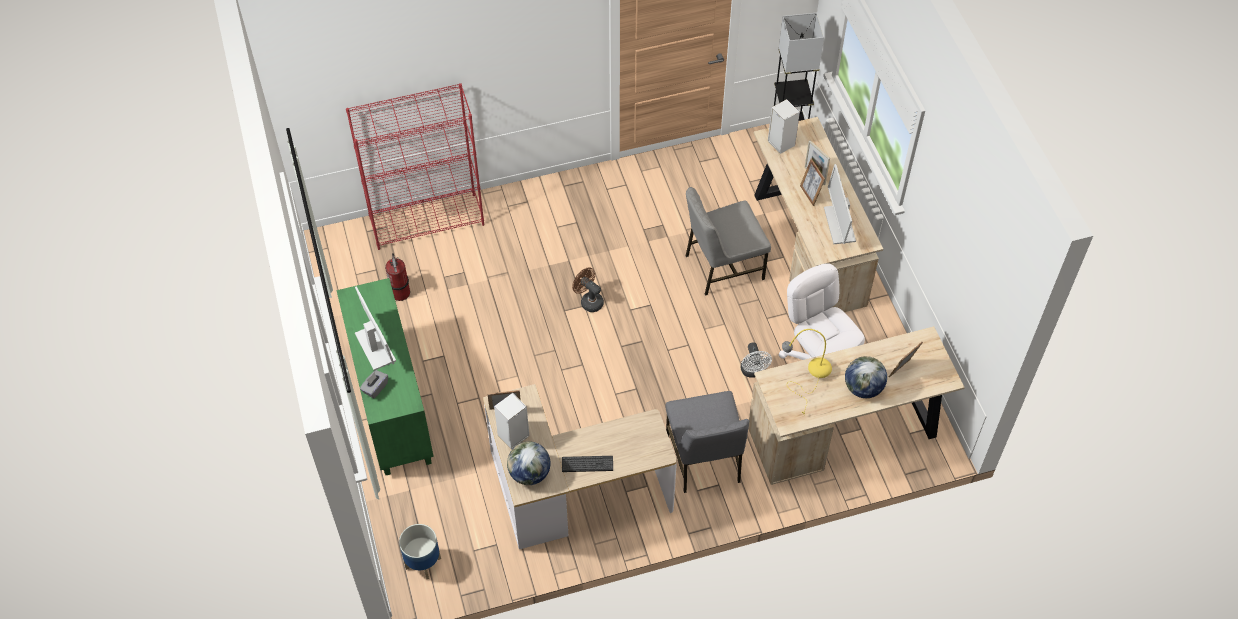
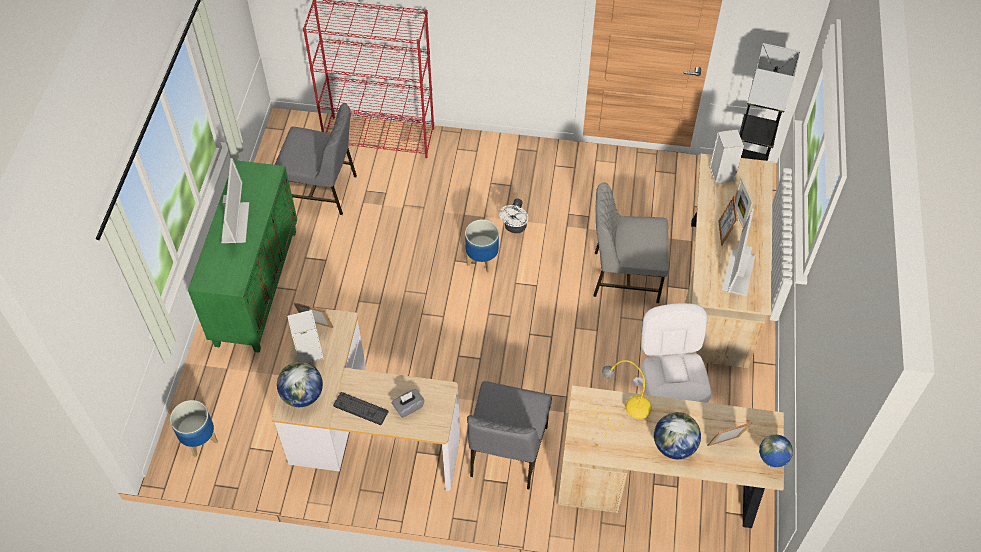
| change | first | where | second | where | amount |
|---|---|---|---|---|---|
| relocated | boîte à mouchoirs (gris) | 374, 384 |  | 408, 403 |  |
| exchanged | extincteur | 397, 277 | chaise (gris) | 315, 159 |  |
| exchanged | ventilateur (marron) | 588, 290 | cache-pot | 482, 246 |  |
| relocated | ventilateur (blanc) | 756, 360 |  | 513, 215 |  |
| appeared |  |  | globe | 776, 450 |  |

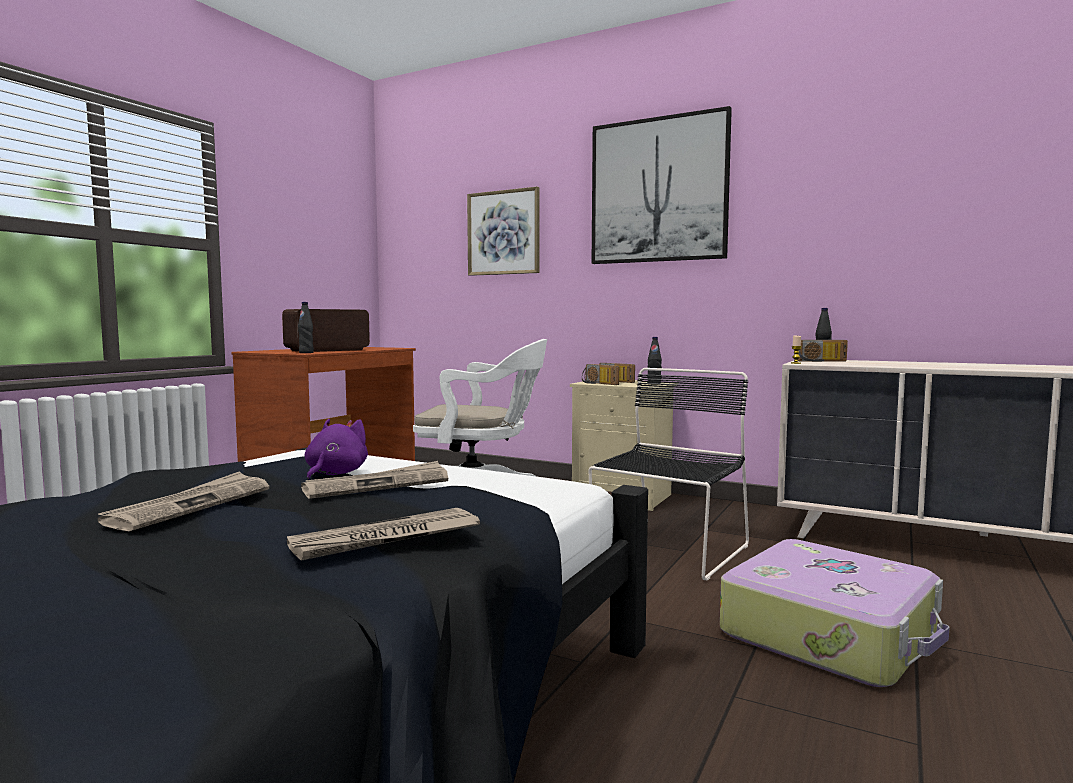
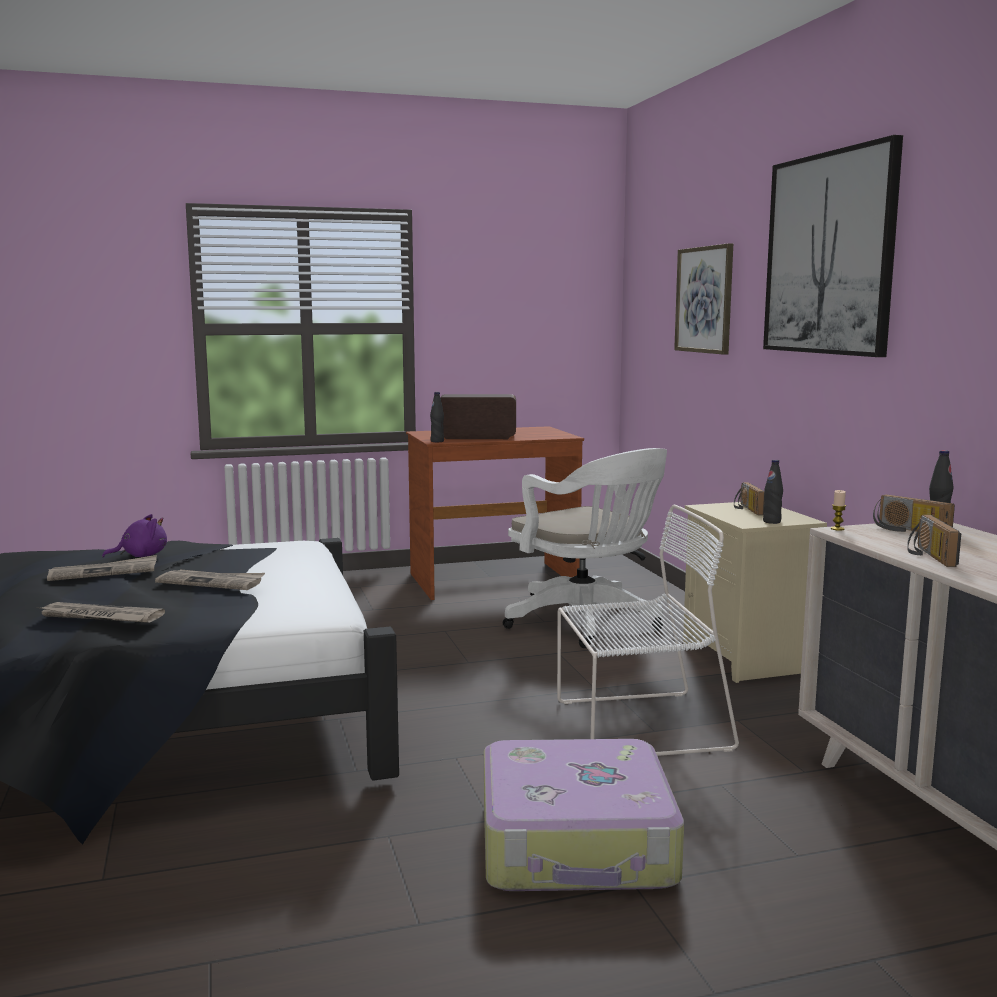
| change | first | where | second | where | amount |
|---|---|---|---|---|---|
| relocated | peluche (violet) | 336, 449 |  | 134, 536 |  |
| relocated | radio | 600, 374 |  | 934, 541 |  |
| colour | chaise (noir) | 669, 474 | chaise (blanc) | 648, 630 |  |

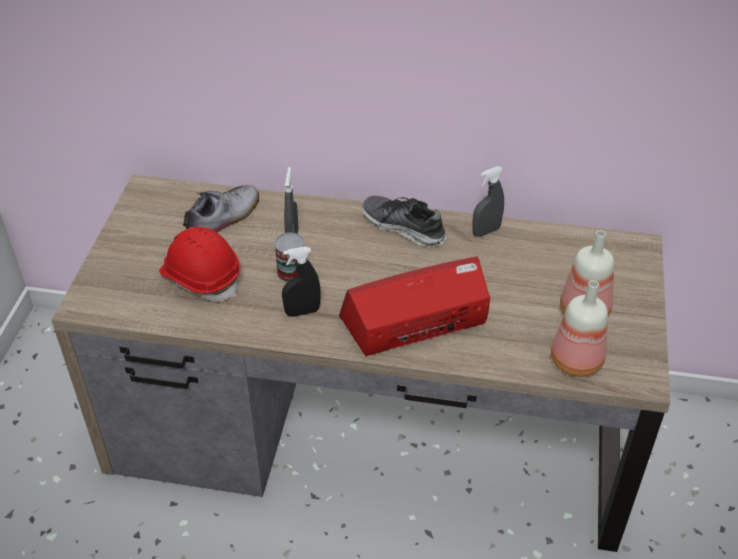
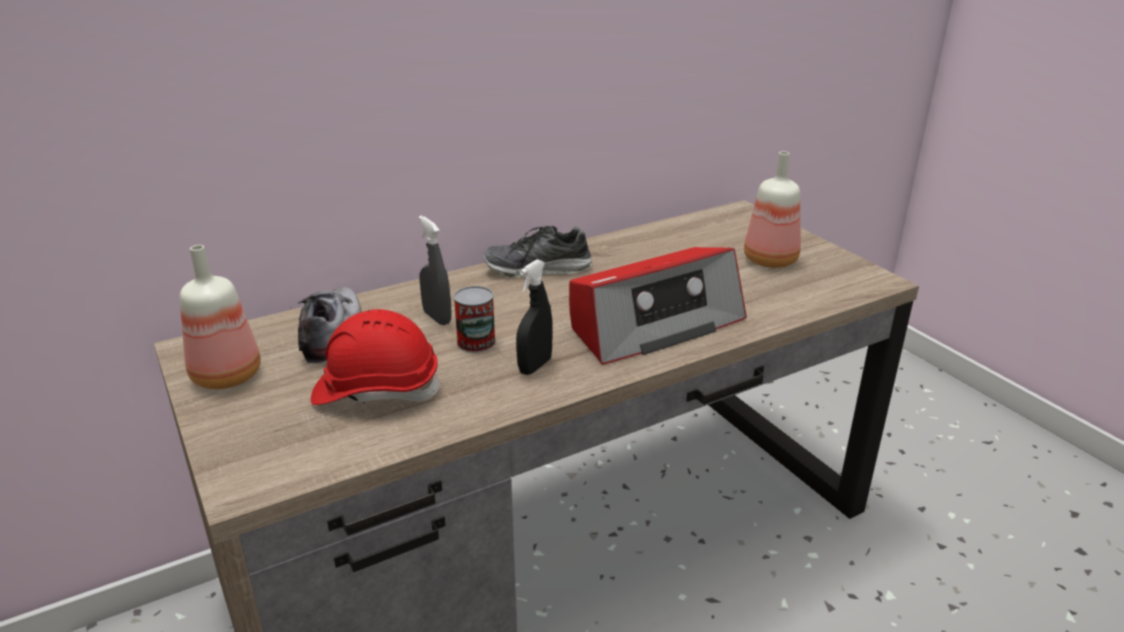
| change | first | where | second | where | amount |
|---|---|---|---|---|---|
| spun | radio | 414, 306 |  | 658, 306 | 150 degrees counterclockwise |
| missing | vaporisateur (gris) | 488, 201 |  |  |  |
| relocated | bouteille | 579, 328 |  | 220, 317 |  |

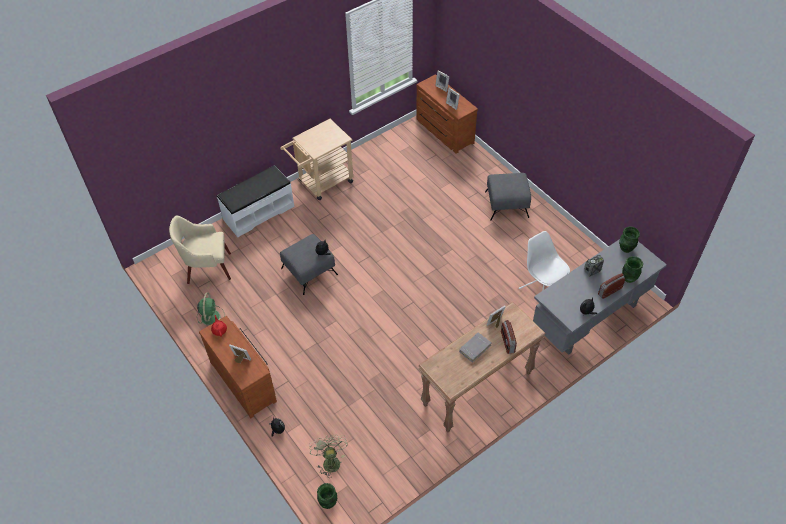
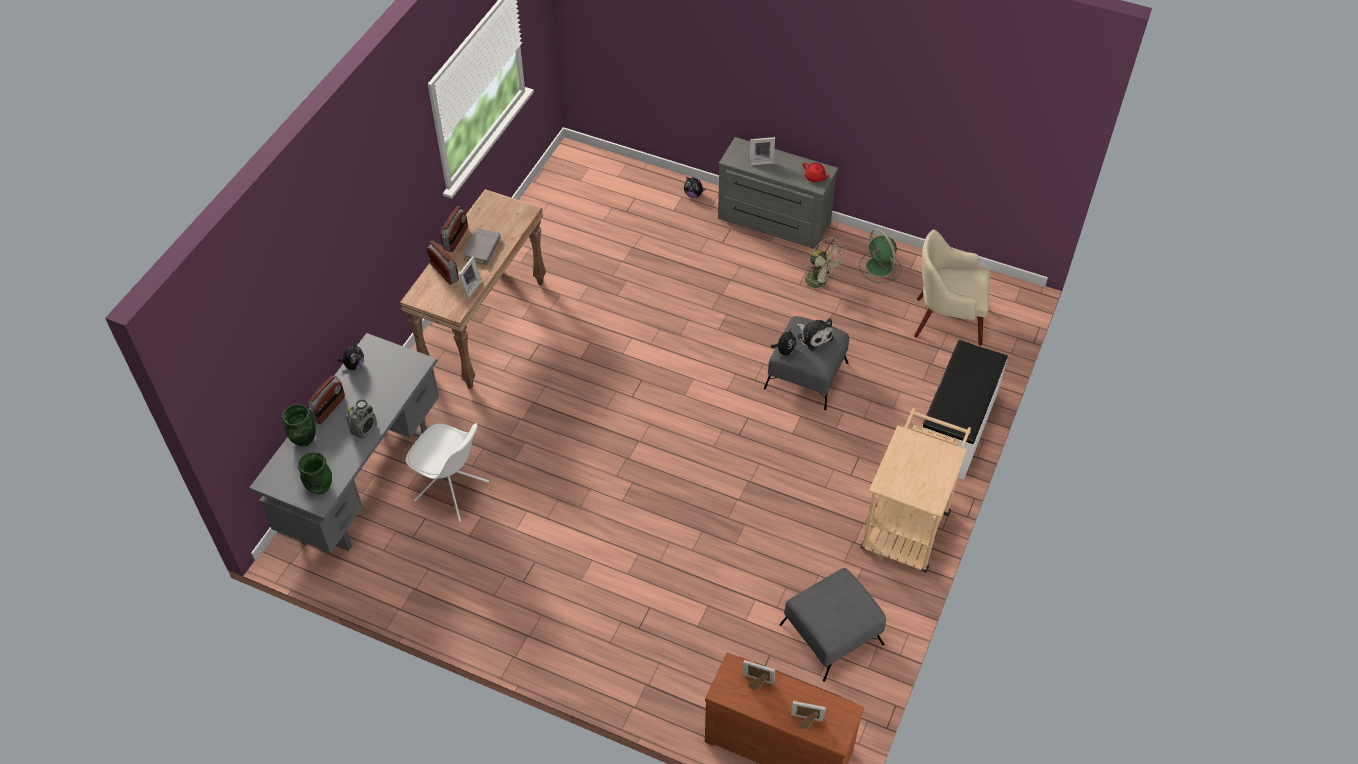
| change | first | where | second | where | amount |
|---|---|---|---|---|---|
| spun | fauteuil (beige) | 200, 249 |  | 952, 287 | 135 degrees counterclockwise |
| colour | commode (marron) | 238, 367 | commode (gris) | 778, 193 |  |
| relocated | ventilateur (vert) | 328, 456 |  | 825, 265 |  |
| missing | vase (vert) | 327, 496 |  |  |  |
| relocated | pouf (gris) | 508, 196 |  | 833, 625 |  |
| appeared |  |  | radio | 454, 229 |  |
| appeared |  |  | peluche | 815, 334 |  |

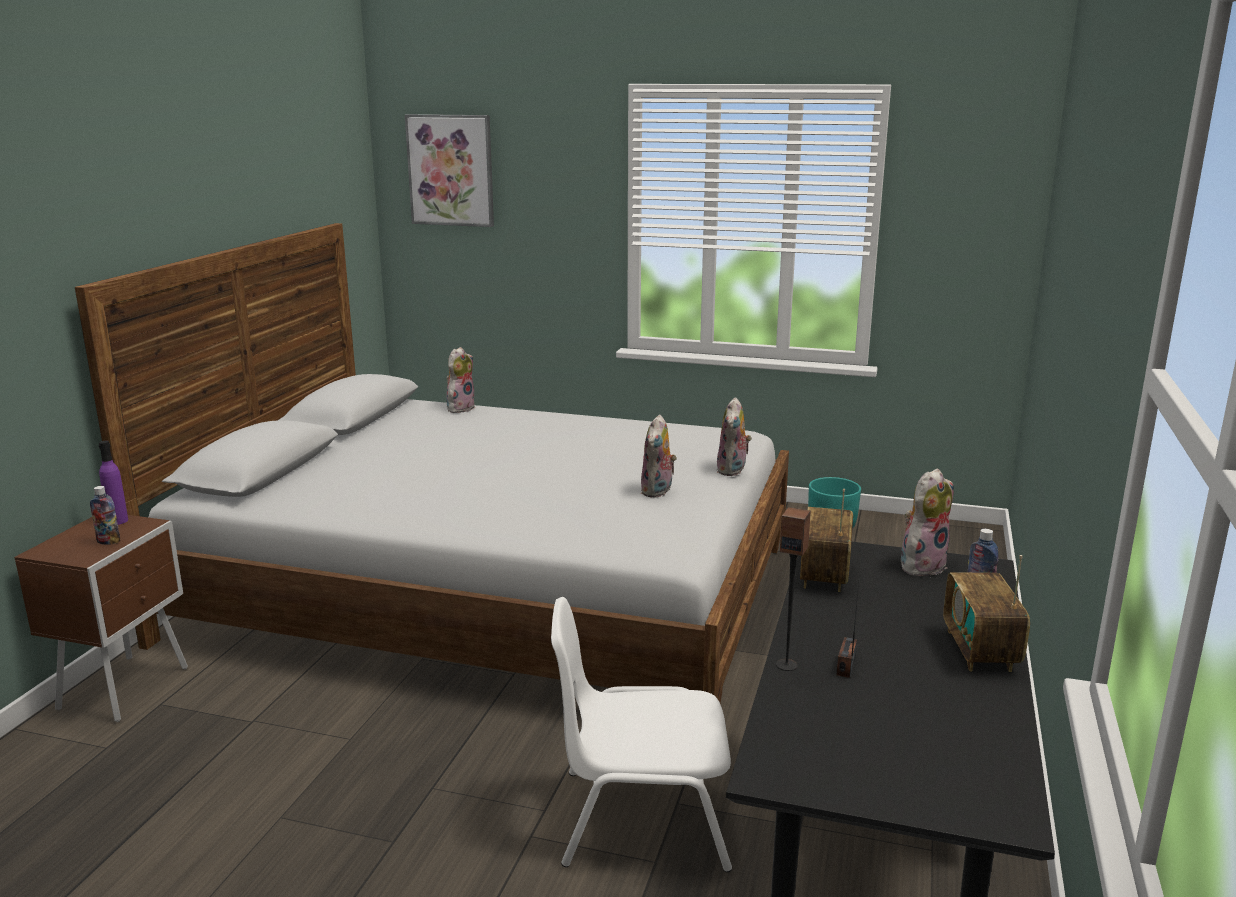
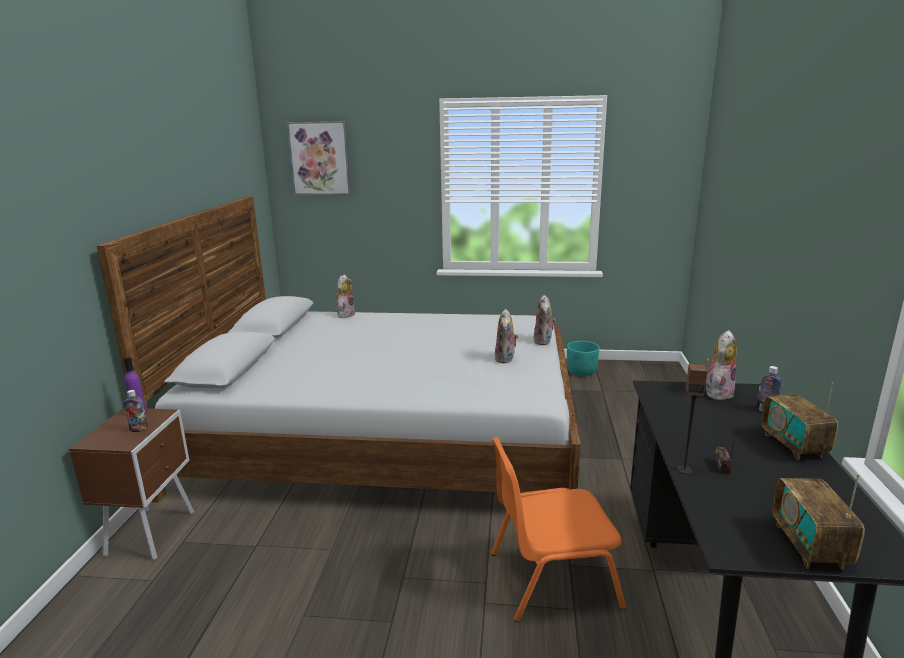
| change | first | where | second | where | amount |
|---|---|---|---|---|---|
| colour | chaise (blanc) | 641, 734 | chaise (orange) | 558, 529 |  |
| relocated | radio | 826, 540 |  | 818, 522 |  |

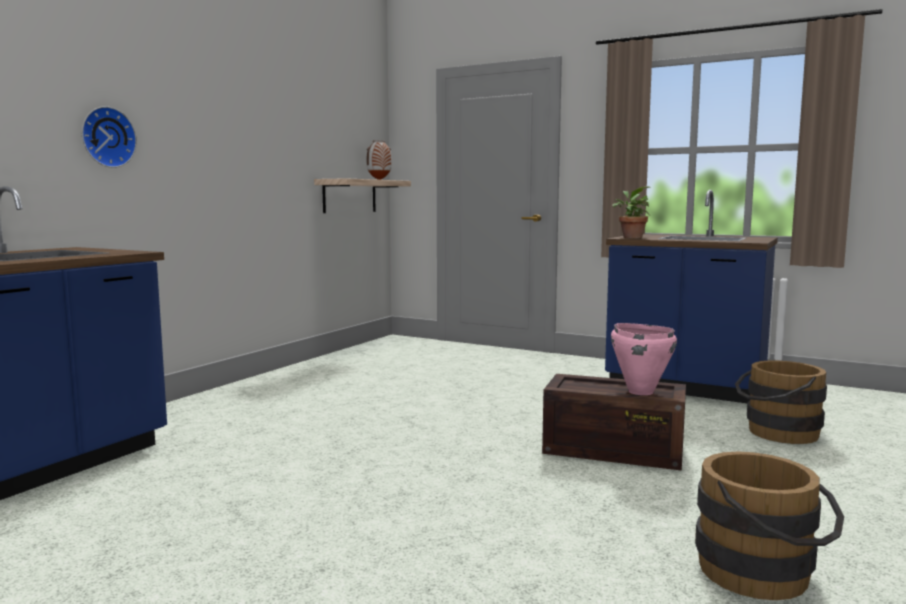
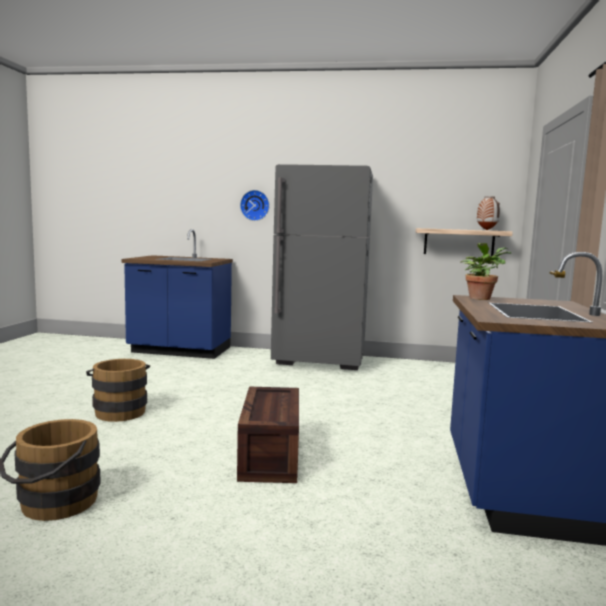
| change | first | where | second | where | amount |
|---|---|---|---|---|---|
| missing | marmite (rose) | 644, 359 |  |  |  |
| relocated | seau (marron) | 781, 402 |  | 118, 390 |  |
| appeared |  |  | réfrigérateur (gris) | 322, 267 |  |

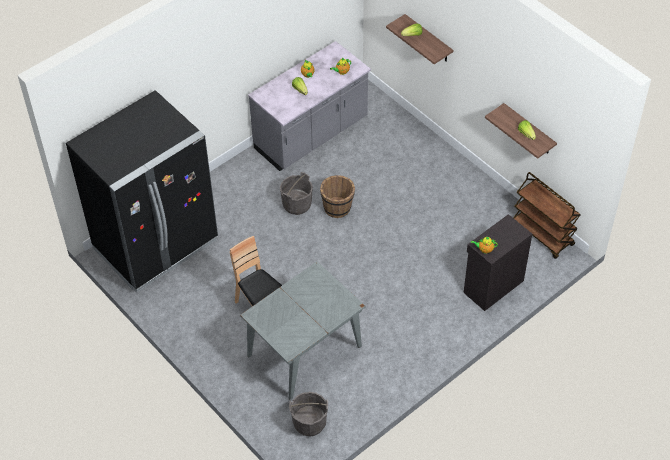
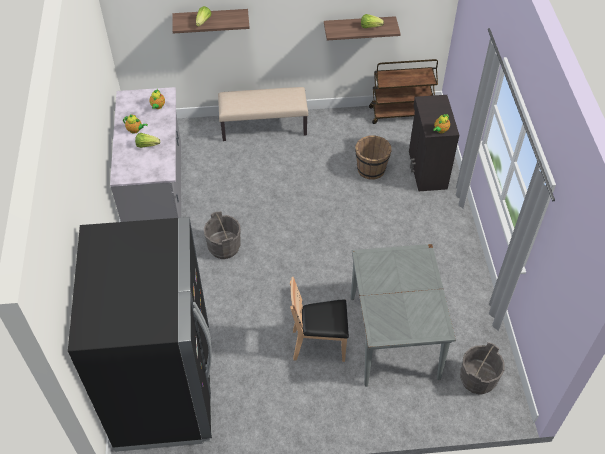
| change | first | where | second | where | amount |
|---|---|---|---|---|---|
| relocated | seau (marron) | 337, 196 |  | 373, 157 |  |
| appeared |  |  | banc (beige) | 263, 114 |  |

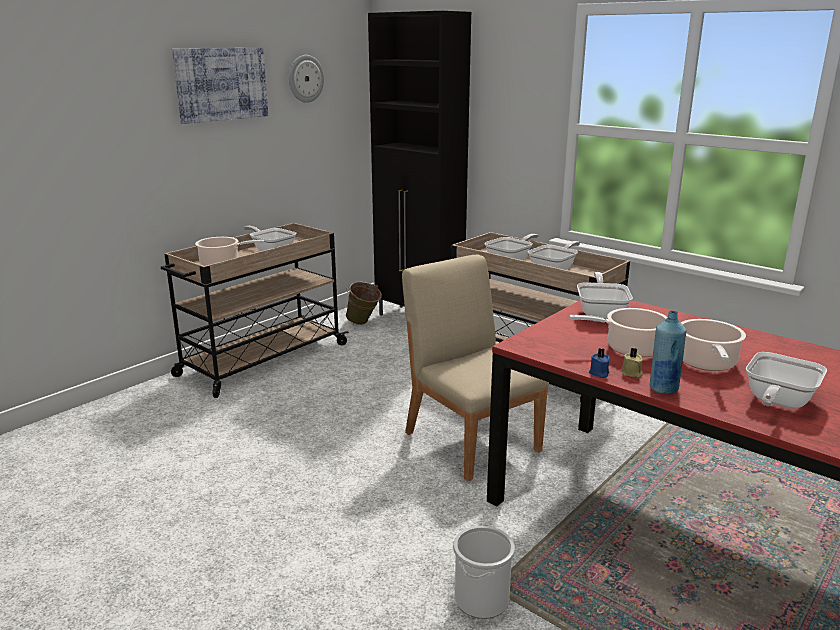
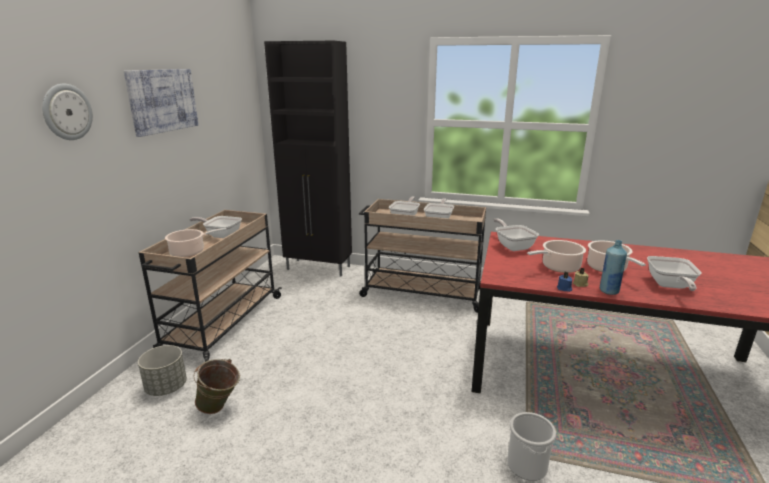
| change | first | where | second | where | amount |
|---|---|---|---|---|---|
| relocated | horloge murale | 306, 79 |  | 67, 112 |  |
| relocated | seau (vert) | 364, 303 |  | 216, 386 |  |
| missing | chaise (beige) | 475, 368 |  |  |  |
| appeared |  |  | cache-pot (gris) | 162, 370 |  |

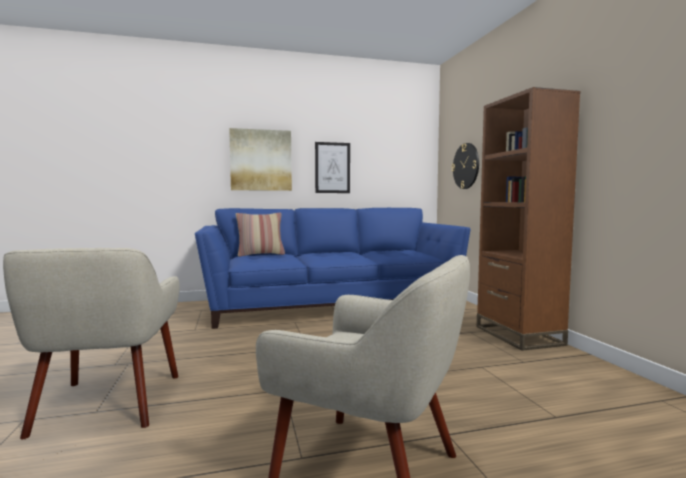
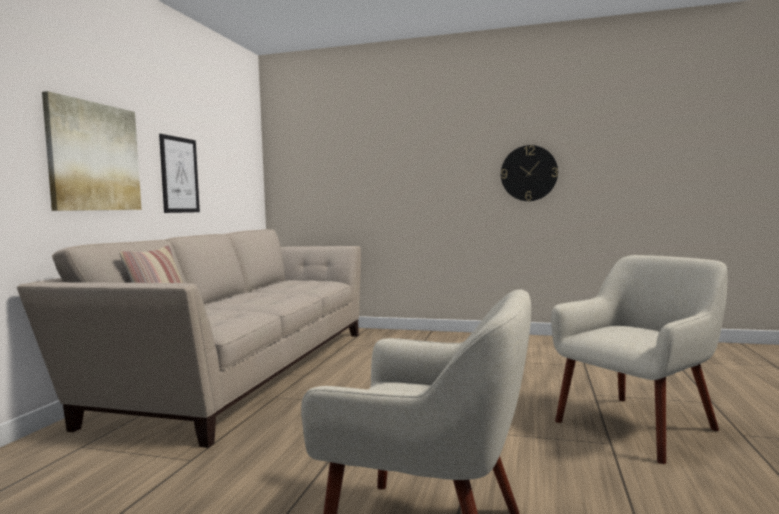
| change | first | where | second | where | amount |
|---|---|---|---|---|---|
| colour | canapé (bleu) | 333, 268 | canapé (beige) | 189, 338 |  |
| relocated | horloge murale | 465, 166 |  | 529, 173 |  |
| missing | bibliothèque (marron) | 529, 219 |  |  |  |

